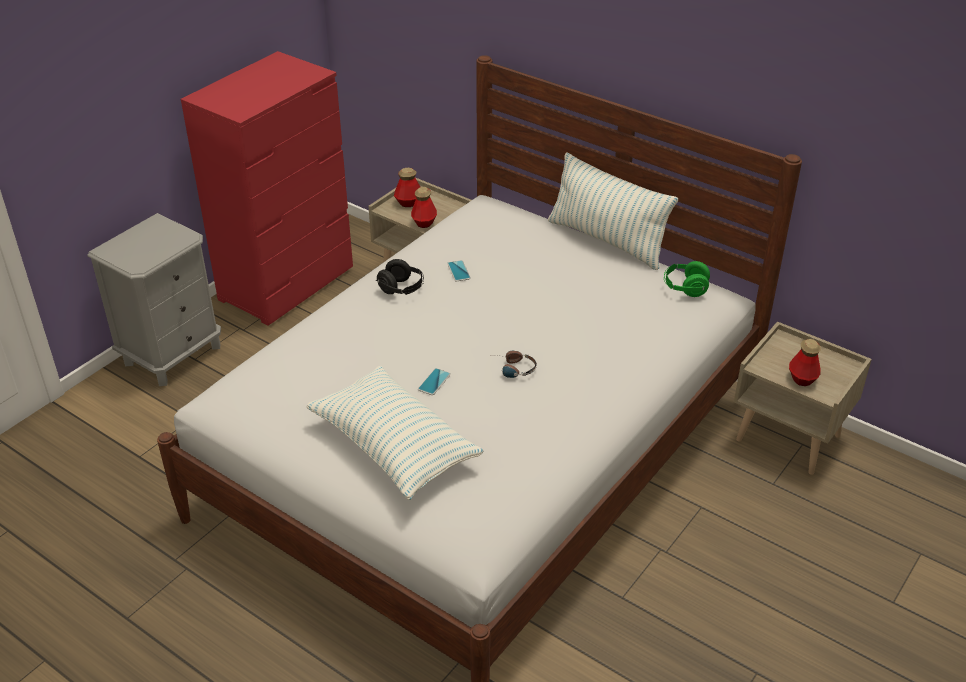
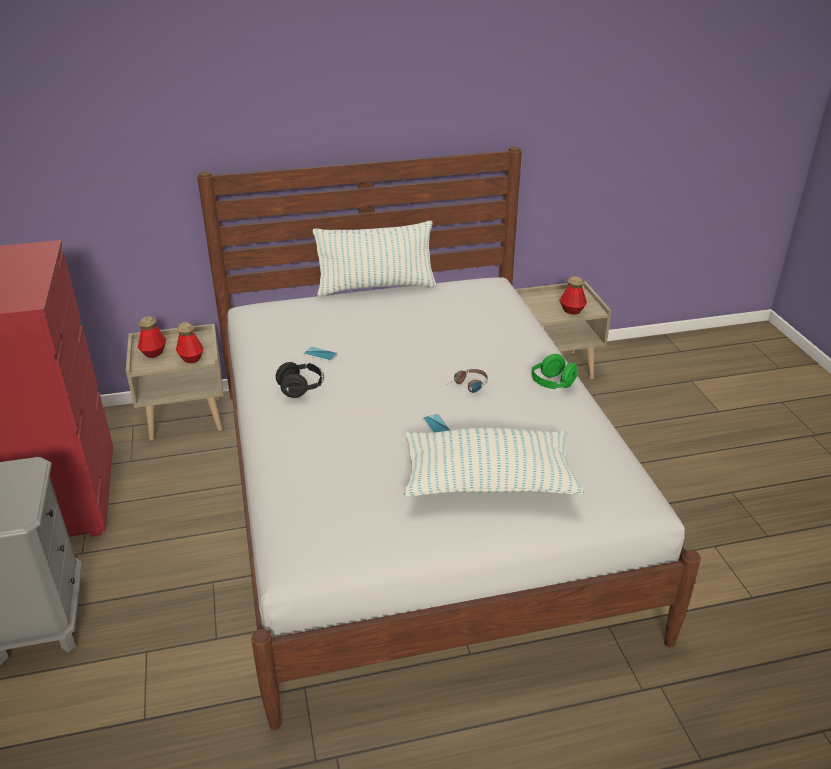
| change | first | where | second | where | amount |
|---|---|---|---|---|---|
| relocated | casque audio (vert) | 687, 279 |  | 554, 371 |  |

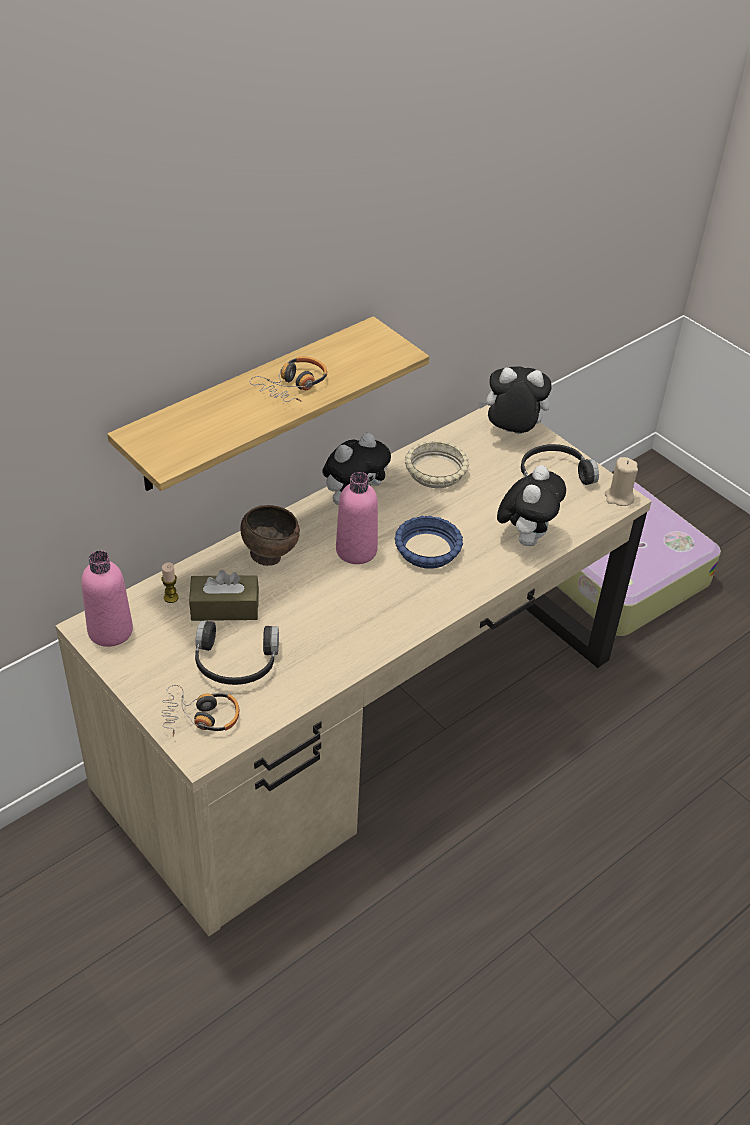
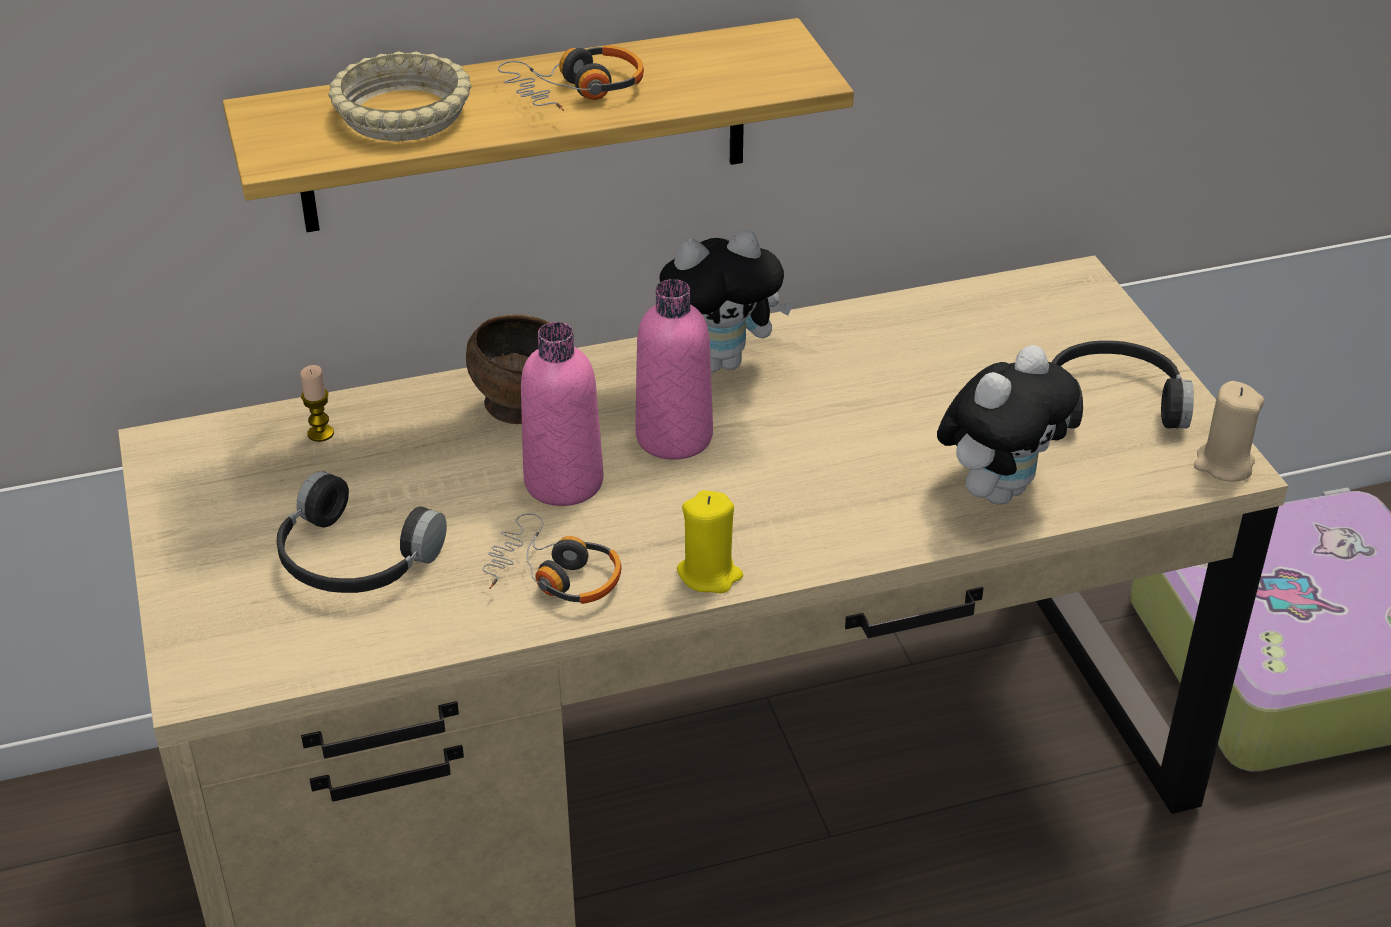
| change | first | where | second | where | amount |
|---|---|---|---|---|---|
| relocated | bouteille (rose) | 107, 599 |  | 562, 414 |  |
| relocated | casque audio | 200, 711 |  | 552, 558 |  |
| missing | boîte à mouchoirs (marron) | 224, 595 |  |  |  |
| missing | bol (bleu) | 428, 542 |  |  |  |
| relocated | bol (beige) | 437, 464 |  | 400, 96 |  |
| missing | peluche | 515, 400 |  |  |  |
| appeared |  |  | bougie (jaune) | 710, 541 |  |

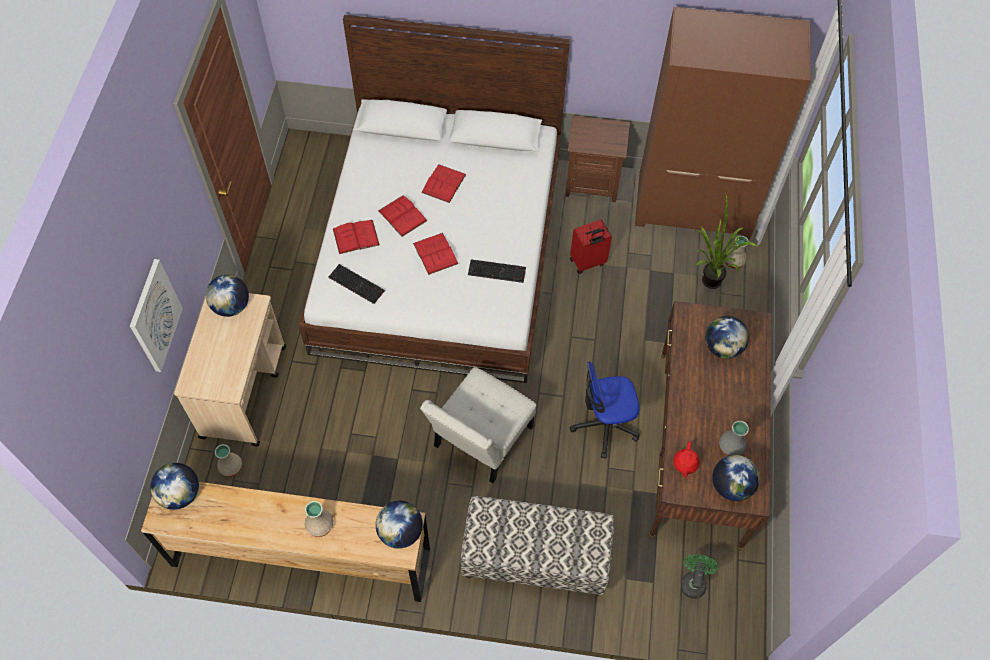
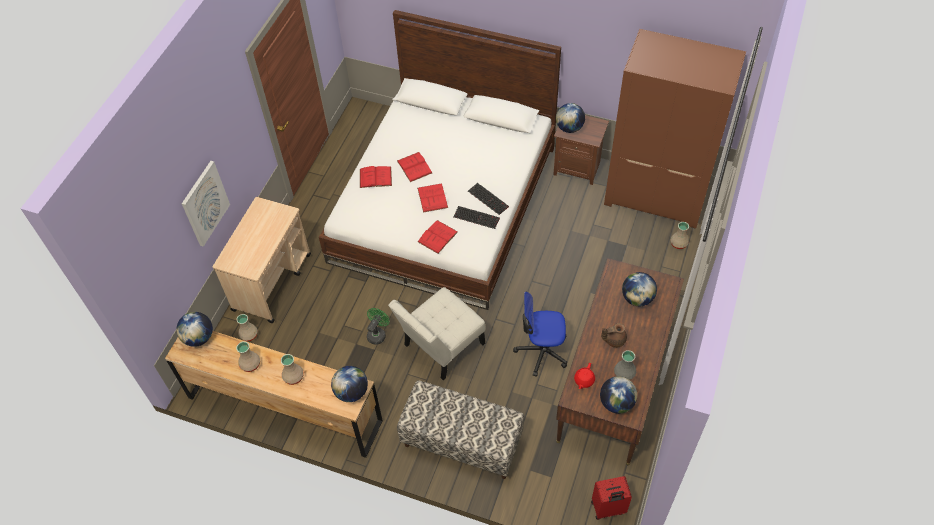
| change | first | where | second | where | amount |
|---|---|---|---|---|---|
| relocated | globe | 227, 296 |  | 570, 118 |  |
| relocated | clavier | 356, 284 |  | 488, 199 |  |
| relocated | livre (rouge) | 444, 183 |  | 438, 237 |  |
| relocated | valise (rouge) | 591, 247 |  | 611, 498 |  |
| relocated | ventilateur (vert) | 699, 576 |  | 378, 326 |  |
| missing | plante en pot | 726, 241 |  |  |  |
| appeared |  |  | vase (beige) | 248, 356 |  |
| appeared |  |  | théière (marron) | 614, 335 |  |

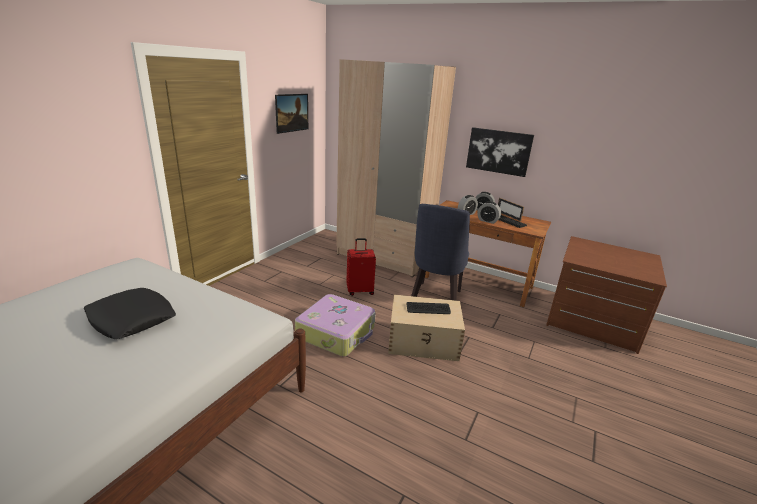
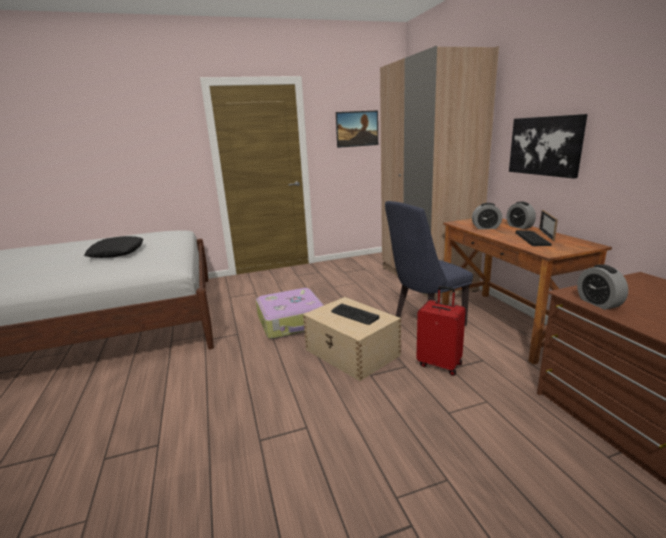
| change | first | where | second | where | amount |
|---|---|---|---|---|---|
| relocated | valise (rouge) | 361, 267 |  | 441, 331 |  |
| relocated | réveil | 489, 212 |  | 602, 287 |  |

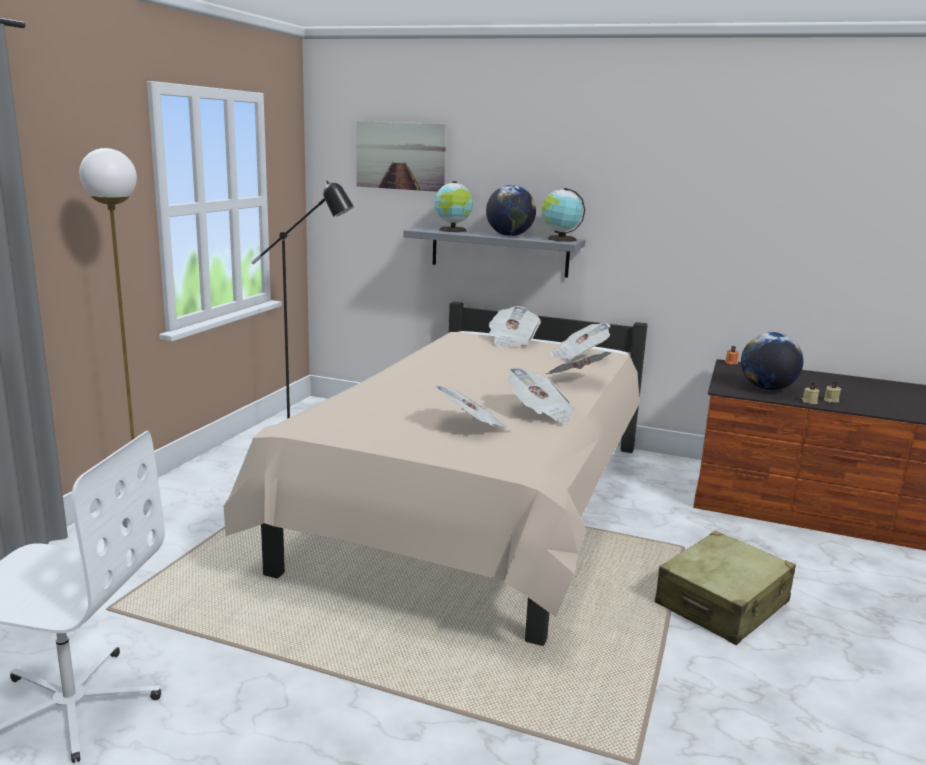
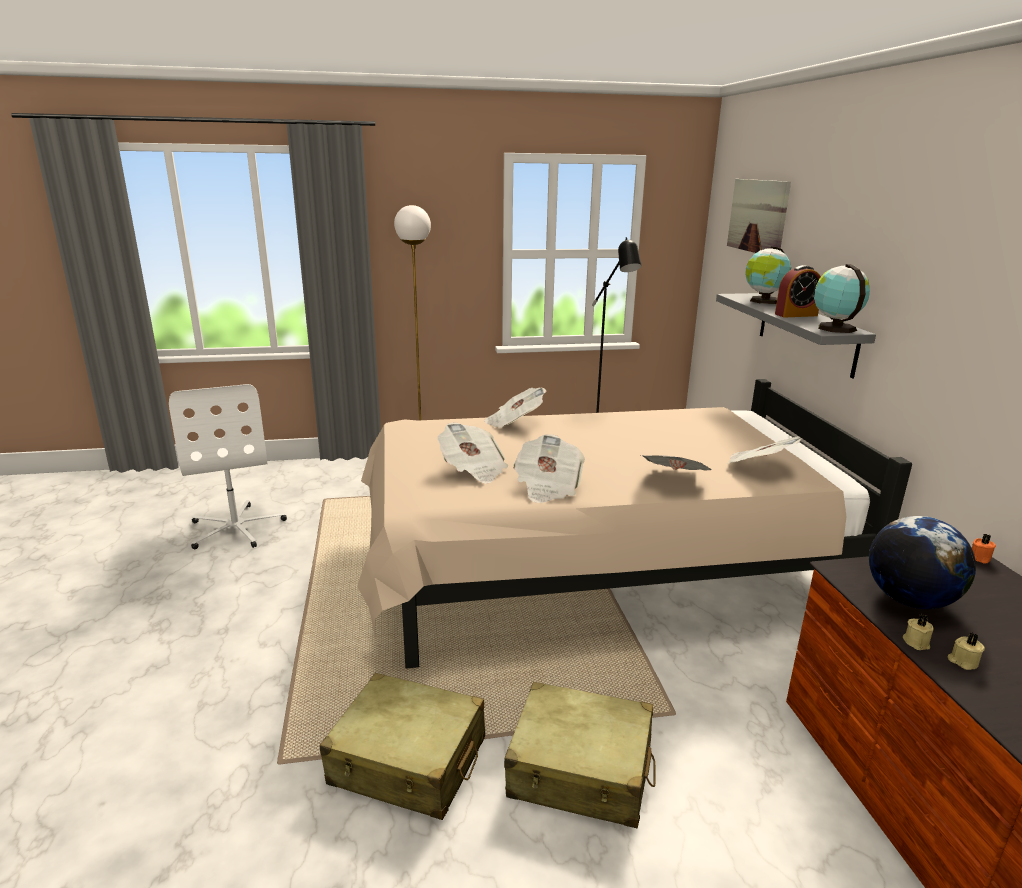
| change | first | where | second | where | amount |
|---|---|---|---|---|---|
| exchanged | globe | 511, 210 | réveil | 798, 291 |  |
| relocated | journal | 514, 326 |  | 515, 408 |  |
| appeared |  |  | valise (beige) | 402, 746 |  |

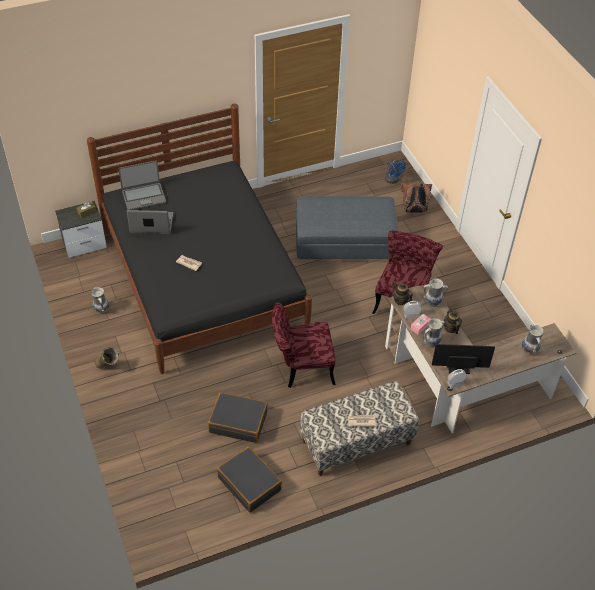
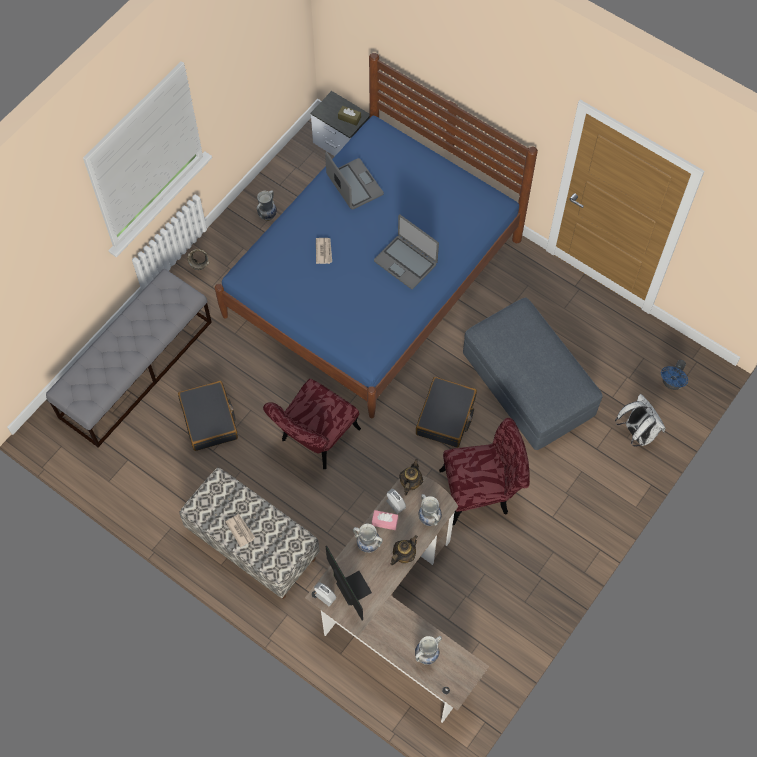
| change | first | where | second | where | amount |
|---|---|---|---|---|---|
| colour | lit (noir) | 199, 238 | lit (bleu) | 376, 235 |  |
| relocated | ordinateur portable | 142, 185 |  | 406, 251 |  |
| relocated | valise (noir) | 249, 479 |  | 446, 412 |  |
| spun | chaise (rouge) | 304, 345 |  | 312, 424 | 105 degrees counterclockwise |
| colour | sac à dos (marron) | 416, 198 | sac à dos (blanc) | 640, 420 |  |
| appeared |  |  | banc (gris) | 129, 358 |  |

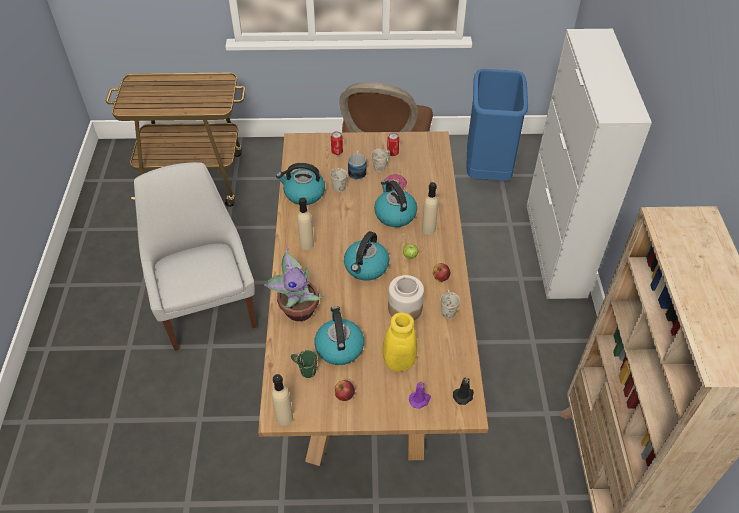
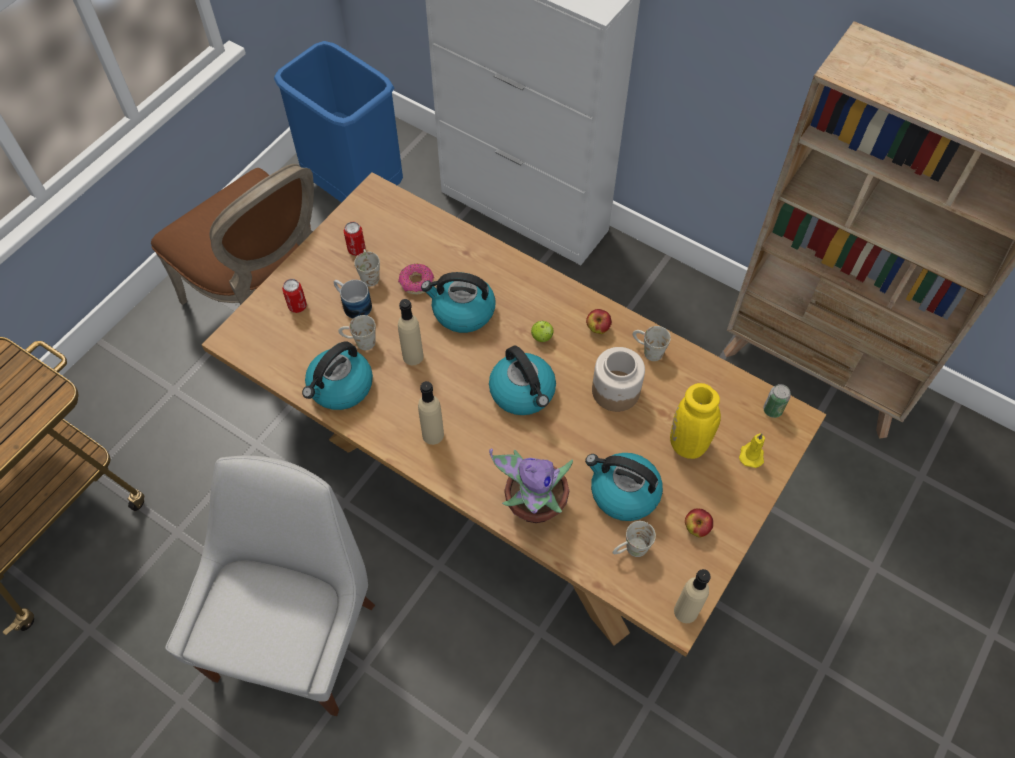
| change | first | where | second | where | amount |
|---|---|---|---|---|---|
| spun | chaise (blanc) | 195, 256 |  | 270, 586 | 90 degrees clockwise |
| colour | mug (vert) | 304, 364 | mug (blanc) | 634, 539 |  |
| colour | bougie (violet) | 420, 395 | bougie (jaune) | 752, 450 |  |
| relocated | bouteille (beige) | 430, 208 |  | 411, 332 |  |
| exchanged | bougie (noir) | 463, 391 | boîte métallique | 777, 401 |  |

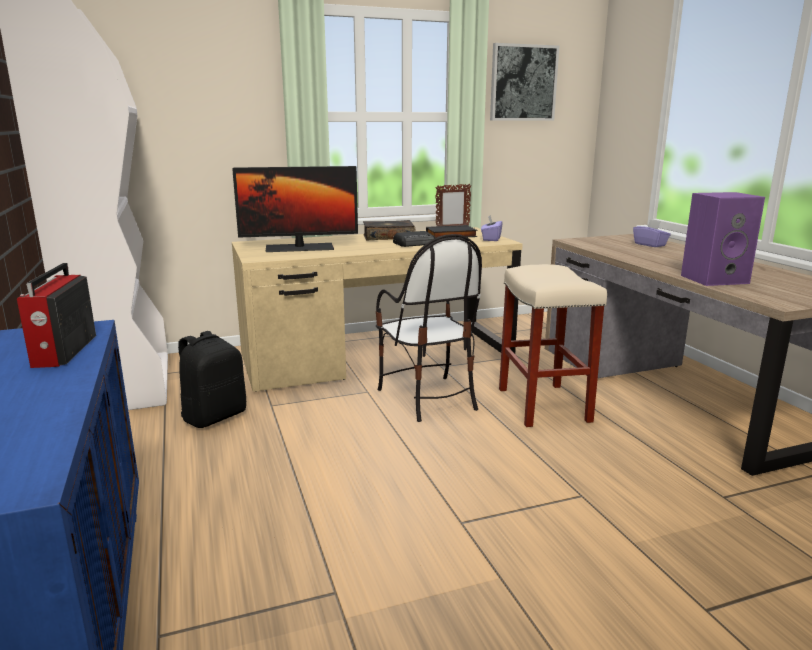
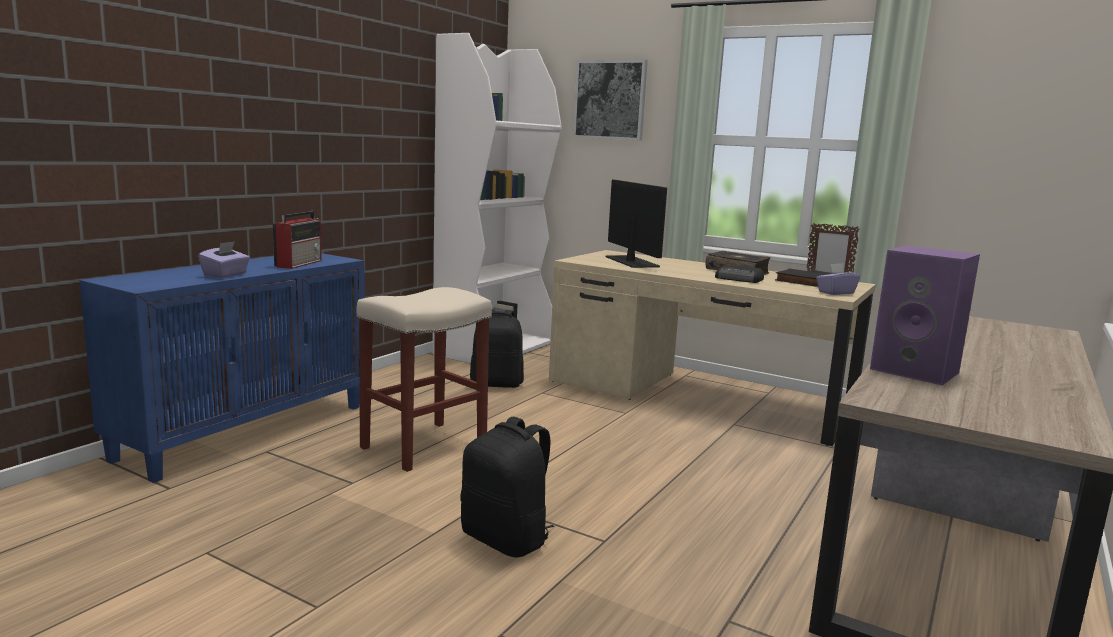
| change | first | where | second | where | amount |
|---|---|---|---|---|---|
| spun | radio | 56, 315 |  | 297, 240 | 150 degrees clockwise |
| spun | écran d'ordinateur | 295, 209 |  | 636, 224 | 150 degrees counterclockwise |
| missing | chaise | 429, 328 |  |  |  |
| relocated | tableau | 524, 82 |  | 610, 100 |  |
| relocated | tabouret (beige) | 553, 345 |  | 424, 379 |  |
| relocated | boîte à mouchoirs (violet) | 652, 233 |  | 224, 259 |  |
| appeared |  |  | sac à dos (noir) | 507, 487 |  |

